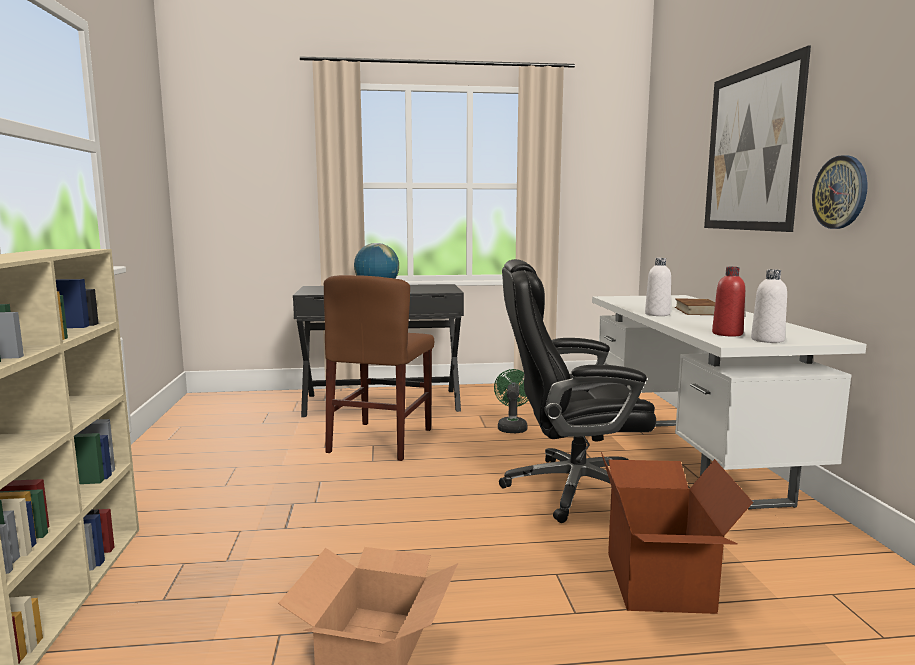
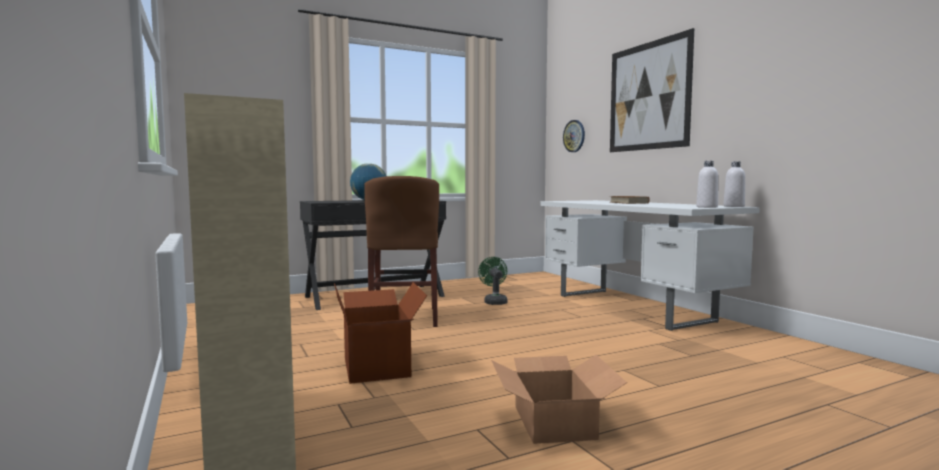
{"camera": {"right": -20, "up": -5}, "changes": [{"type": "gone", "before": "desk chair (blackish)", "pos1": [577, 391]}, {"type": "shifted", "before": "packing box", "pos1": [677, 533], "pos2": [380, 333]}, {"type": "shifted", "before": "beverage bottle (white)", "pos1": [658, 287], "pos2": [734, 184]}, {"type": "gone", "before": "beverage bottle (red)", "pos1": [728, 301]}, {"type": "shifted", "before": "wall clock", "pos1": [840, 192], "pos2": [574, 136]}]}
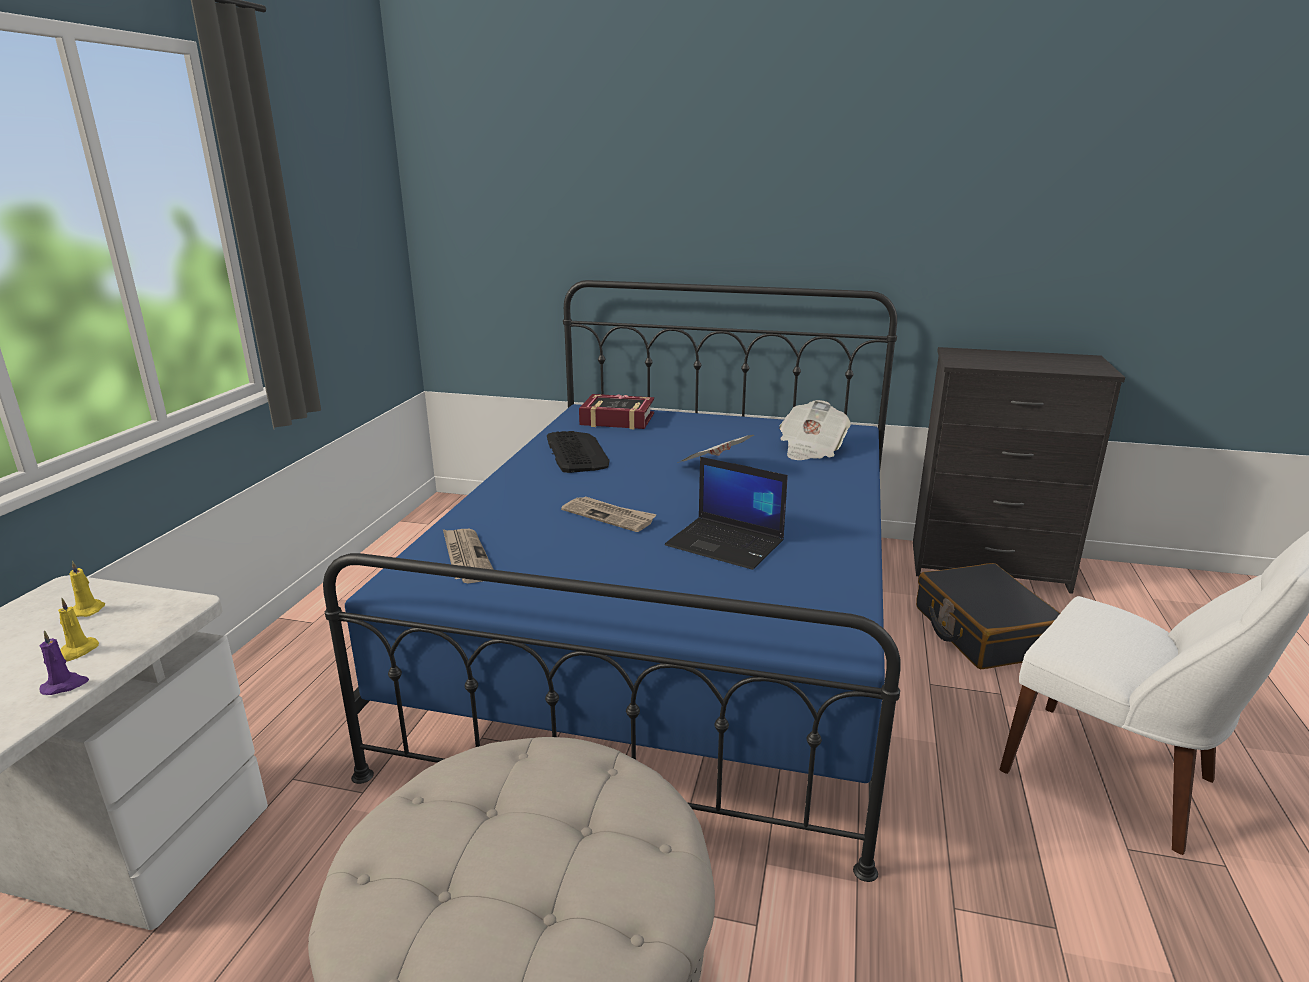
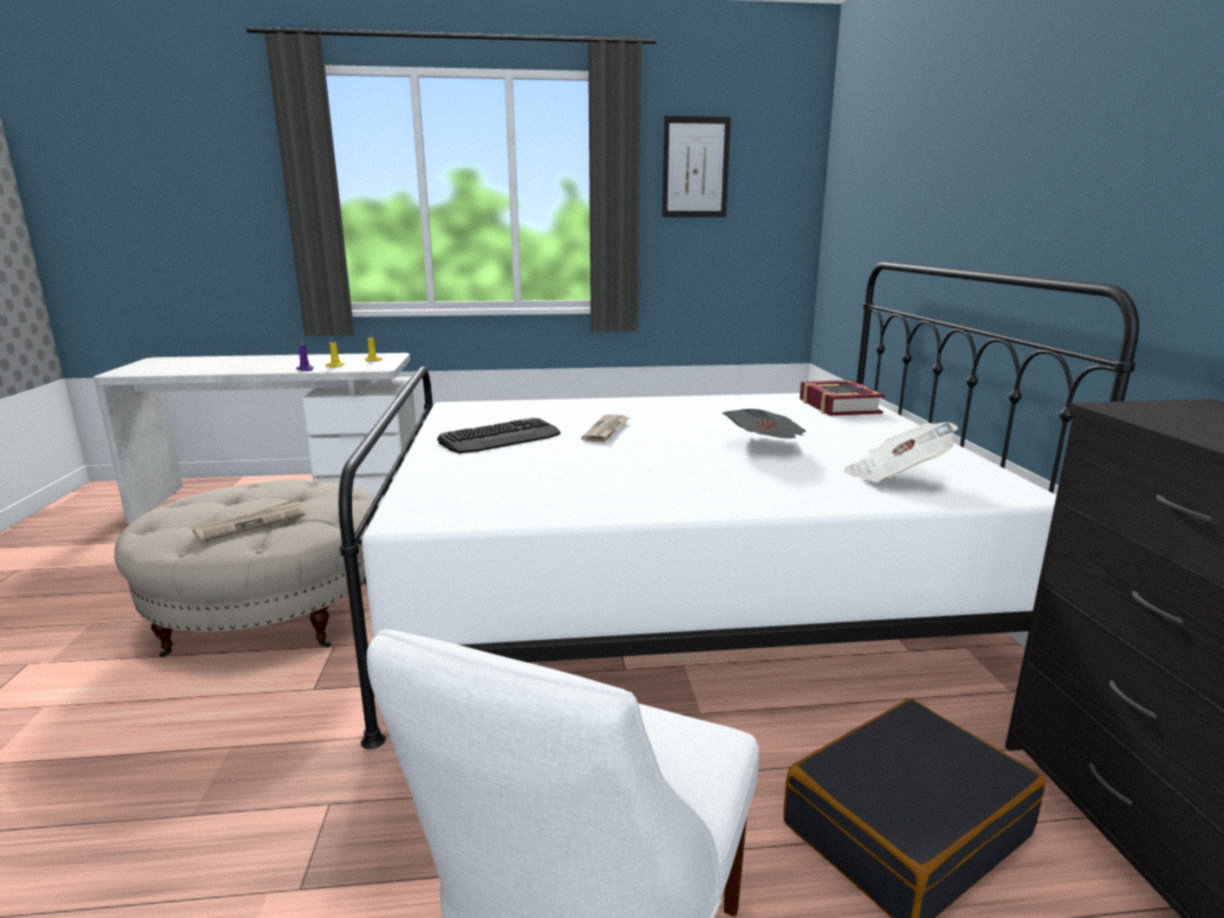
{"camera": {"right": 70, "up": -5}, "changes": [{"type": "repainted", "before": "bed (blue)", "after": "bed (white)", "pos1": [612, 581], "pos2": [739, 505]}, {"type": "shifted", "before": "newspaper", "pos1": [468, 556], "pos2": [248, 520]}, {"type": "shifted", "before": "keyboard", "pos1": [578, 452], "pos2": [499, 435]}, {"type": "gone", "before": "portable computer", "pos1": [726, 513]}, {"type": "new", "after": "picture", "pos2": [696, 166]}]}
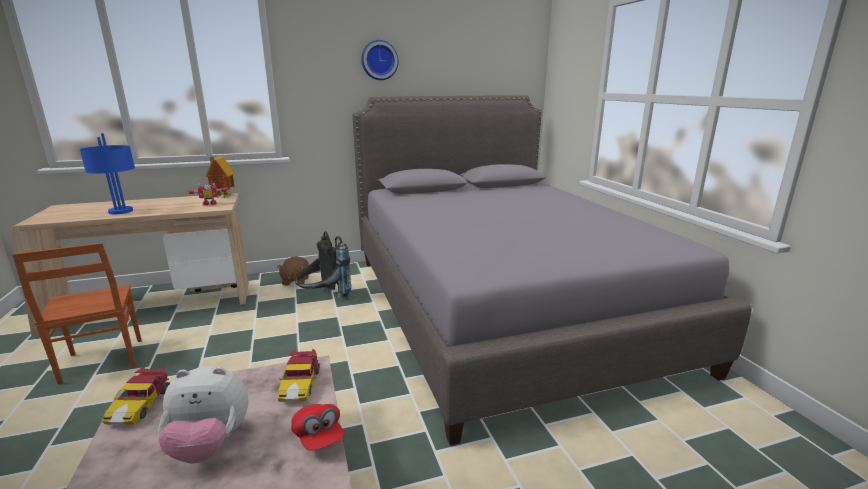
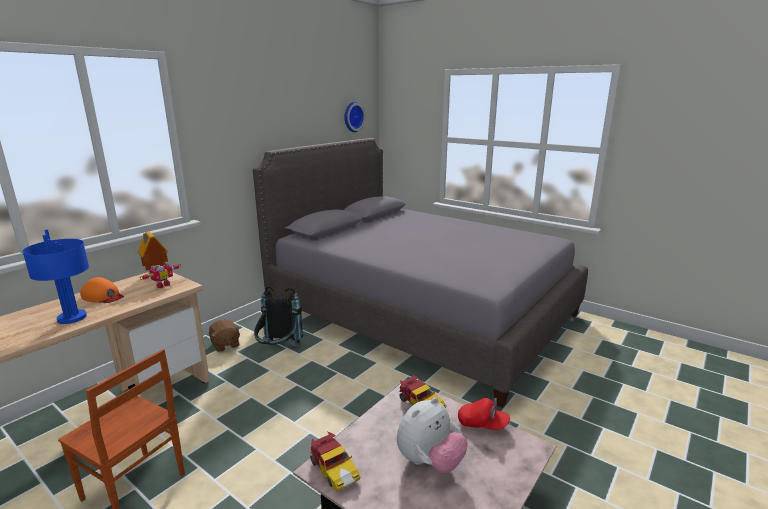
{"camera": {"right": -35, "up": 0}, "changes": [{"type": "shifted", "before": "wall clock", "pos1": [380, 60], "pos2": [354, 117]}, {"type": "new", "after": "baseball cap (orangey)", "pos2": [102, 290]}]}
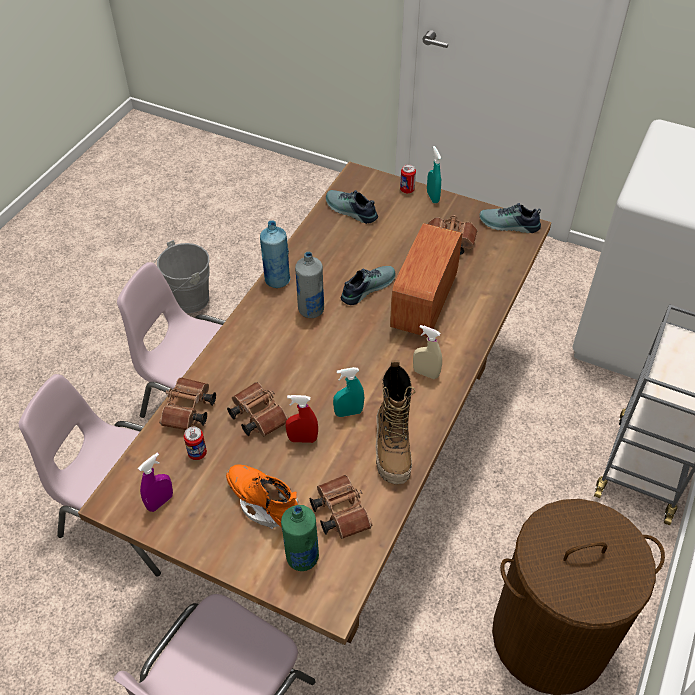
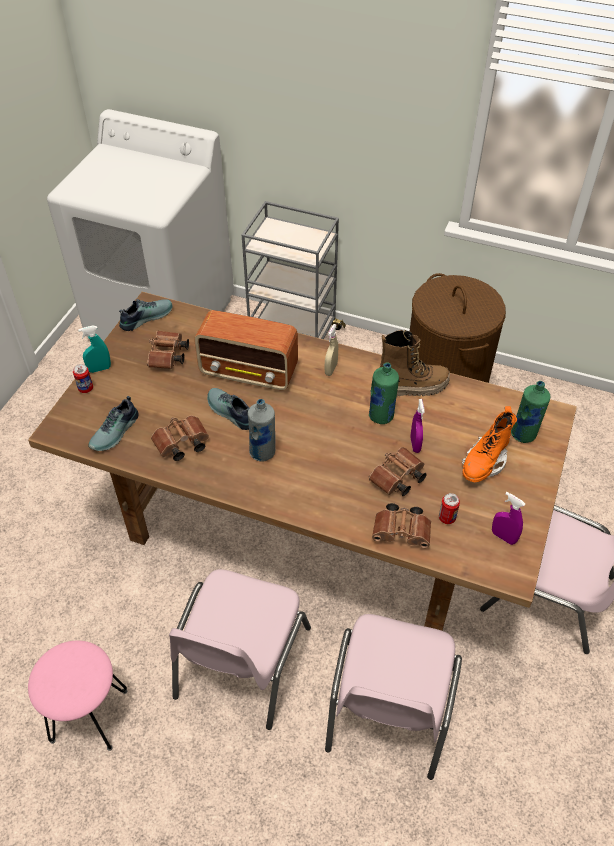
{"camera": {"right": -95, "up": 0}, "changes": [{"type": "swapped", "before": "bucket (gray)", "after": "stool (pinkish)", "pos1": [181, 276], "pos2": [77, 695]}, {"type": "gone", "before": "beverage bottle (blue)", "pos1": [275, 254]}, {"type": "repainted", "before": "sprayer (red)", "after": "sprayer (purple-coloured)", "pos1": [302, 419], "pos2": [417, 426]}, {"type": "shifted", "before": "binoculars (brown-coloured)", "pos1": [341, 507], "pos2": [180, 438]}, {"type": "swapped", "before": "sprayer (turquoise)", "after": "beverage bottle (green)", "pos1": [348, 392], "pos2": [384, 393]}, {"type": "rotated", "before": "low shoe", "pos1": [510, 218], "pos2": [146, 315], "turn": -135}]}
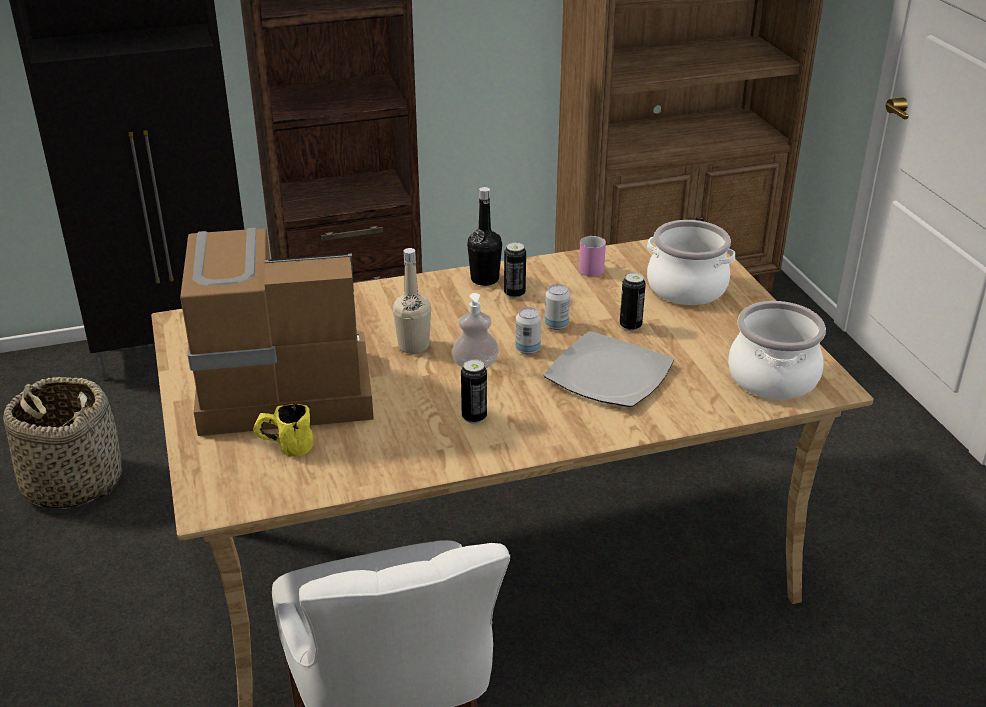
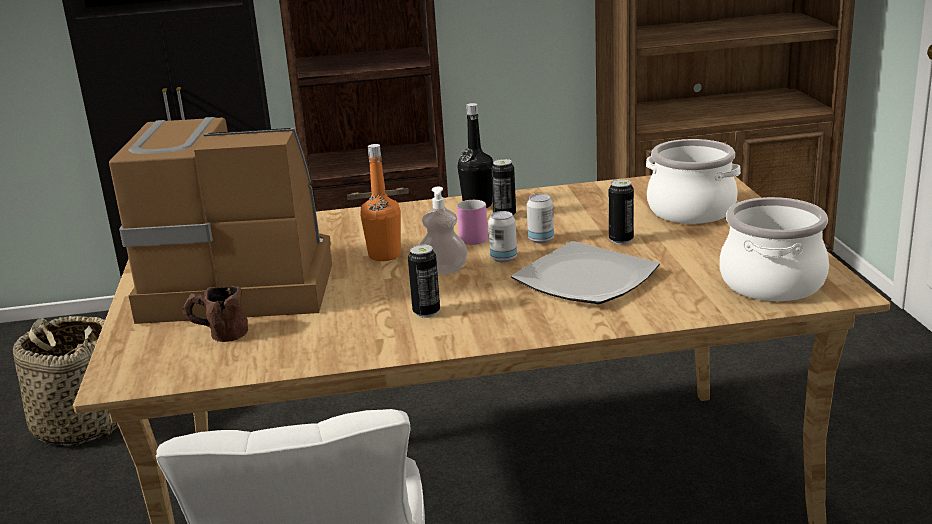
{"camera": {"right": 10, "up": -10}, "changes": [{"type": "repainted", "before": "tea mug (yellowish)", "after": "tea mug (brown-coloured)", "pos1": [283, 430], "pos2": [215, 314]}, {"type": "repainted", "before": "beverage bottle (beige)", "after": "beverage bottle (orangey)", "pos1": [412, 301], "pos2": [380, 202]}, {"type": "shifted", "before": "tea mug (pinkish)", "pos1": [592, 256], "pos2": [472, 222]}]}
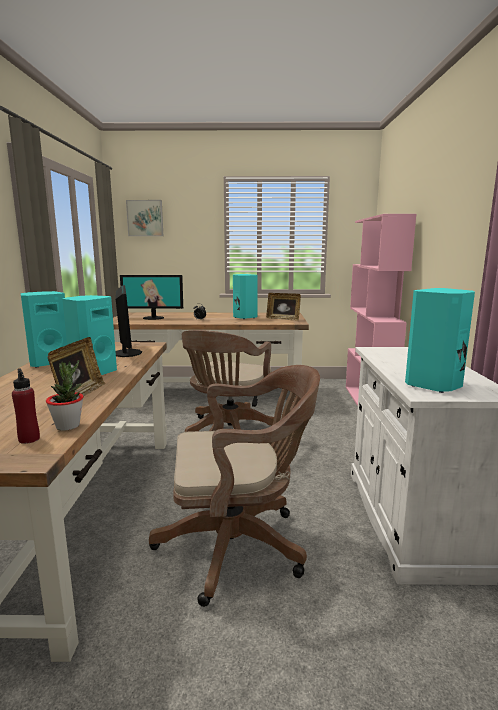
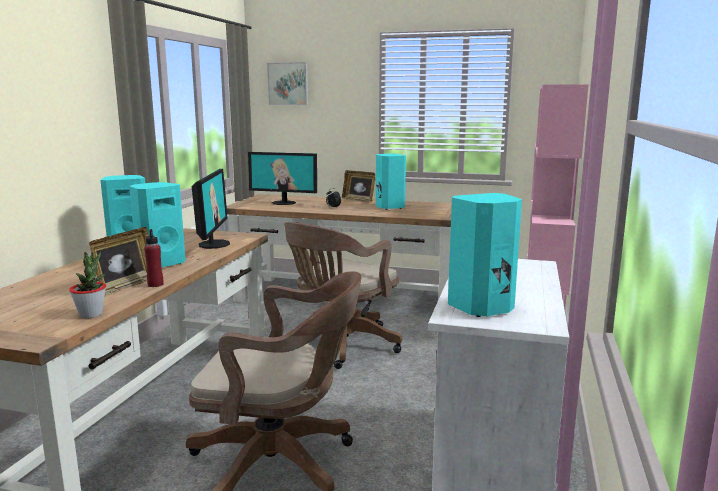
{"camera": {"right": 15, "up": 0}, "changes": [{"type": "shifted", "before": "beverage bottle (red)", "pos1": [26, 406], "pos2": [153, 258]}, {"type": "shifted", "before": "photo frame", "pos1": [283, 306], "pos2": [358, 186]}]}
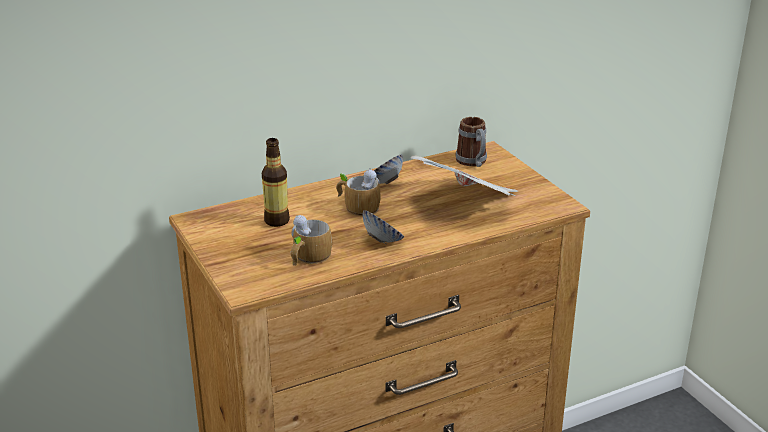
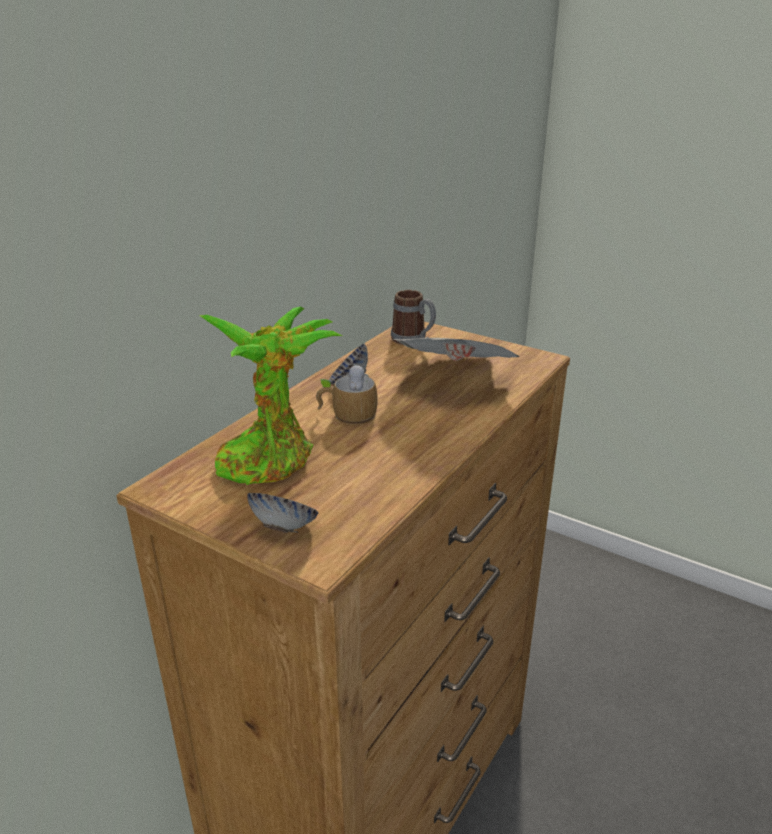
{"camera": {"right": -30, "up": 0}, "changes": [{"type": "swapped", "before": "beverage bottle", "after": "plant in a pot", "pos1": [276, 182], "pos2": [270, 395]}, {"type": "gone", "before": "tea mug", "pos1": [311, 240]}, {"type": "shifted", "before": "serving bowl", "pos1": [383, 227], "pos2": [283, 513]}]}
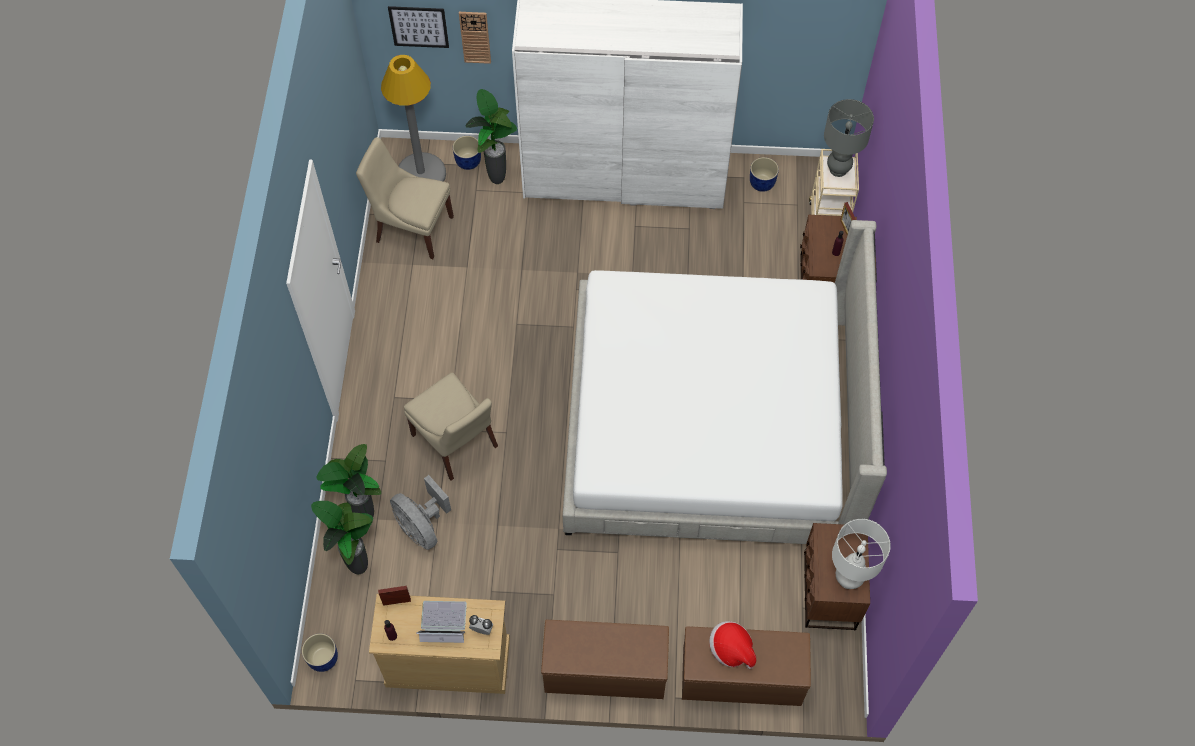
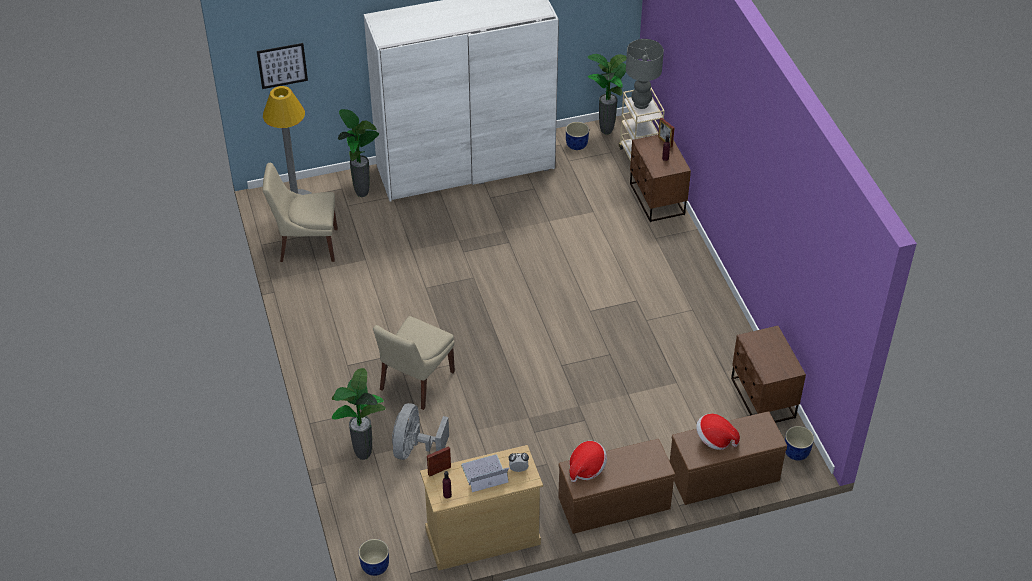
{"camera": {"right": -20, "up": -15}, "changes": [{"type": "shifted", "before": "plant in a pot", "pos1": [342, 537], "pos2": [607, 94]}, {"type": "rotated", "before": "electric fan (gray)", "pos1": [420, 512], "pos2": [420, 431], "turn": 75}, {"type": "rotated", "before": "upright chair (beige)", "pos1": [451, 426], "pos2": [414, 363], "turn": 90}, {"type": "shifted", "before": "flower pot (blue)", "pos1": [467, 153], "pos2": [799, 443]}, {"type": "gone", "before": "wall clock", "pos1": [475, 38]}, {"type": "gone", "before": "bed", "pos1": [725, 382]}, {"type": "gone", "before": "tabletop lamp (white)", "pos1": [861, 554]}, {"type": "new", "after": "clothing hat", "pos2": [588, 461]}]}
